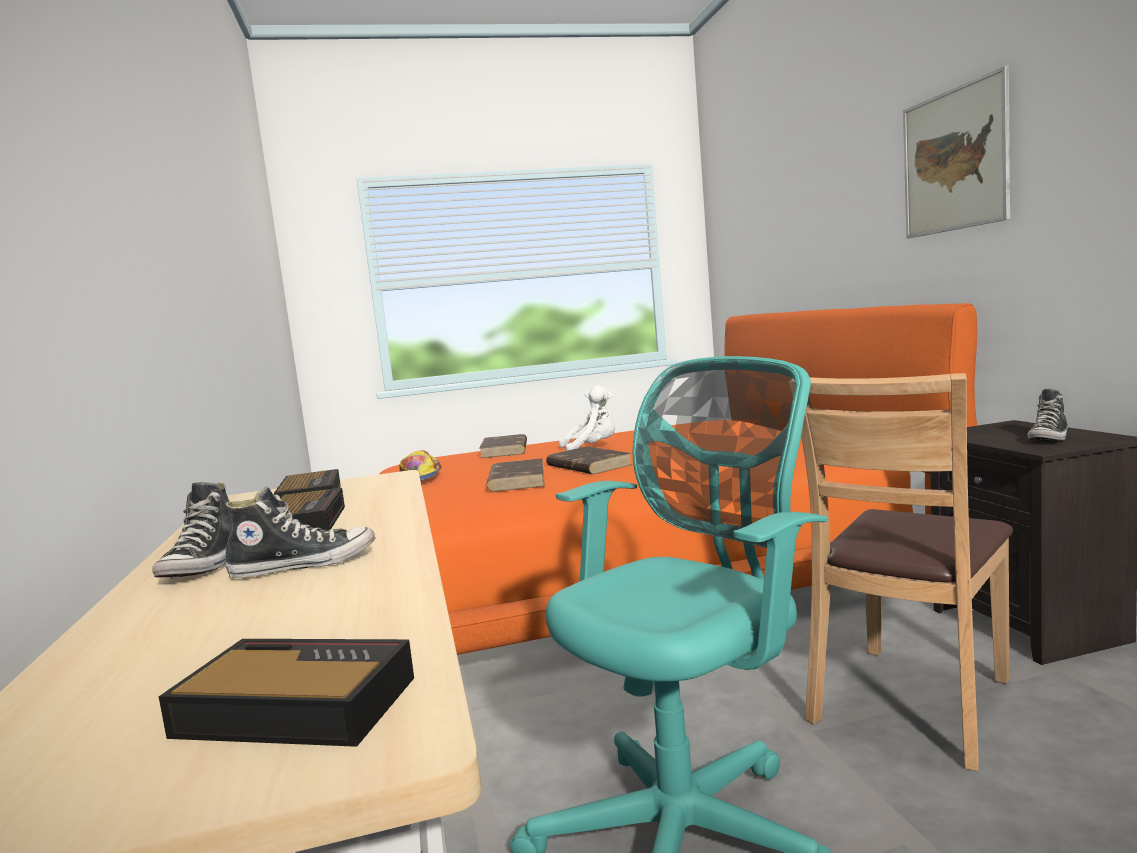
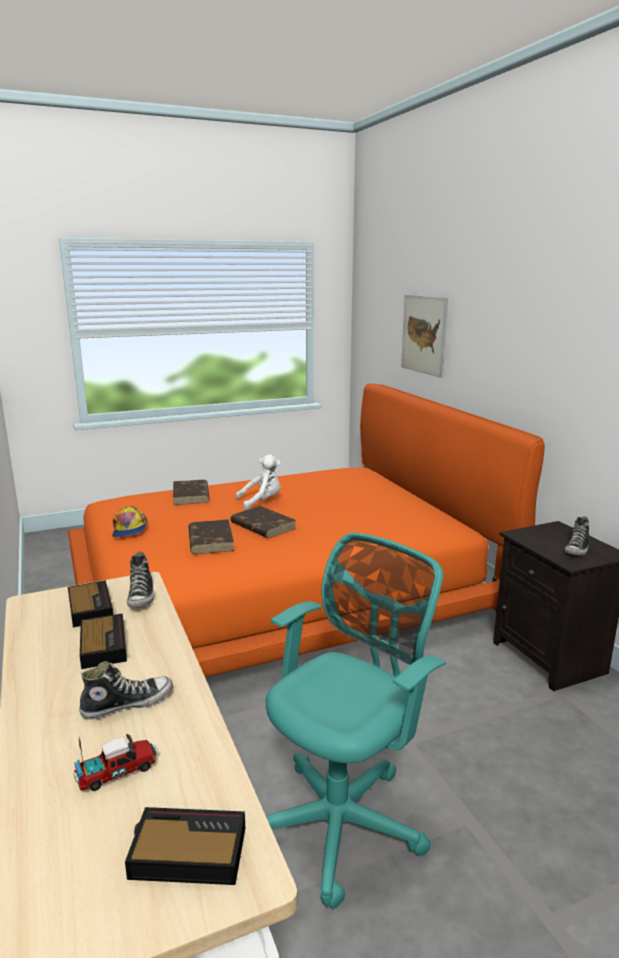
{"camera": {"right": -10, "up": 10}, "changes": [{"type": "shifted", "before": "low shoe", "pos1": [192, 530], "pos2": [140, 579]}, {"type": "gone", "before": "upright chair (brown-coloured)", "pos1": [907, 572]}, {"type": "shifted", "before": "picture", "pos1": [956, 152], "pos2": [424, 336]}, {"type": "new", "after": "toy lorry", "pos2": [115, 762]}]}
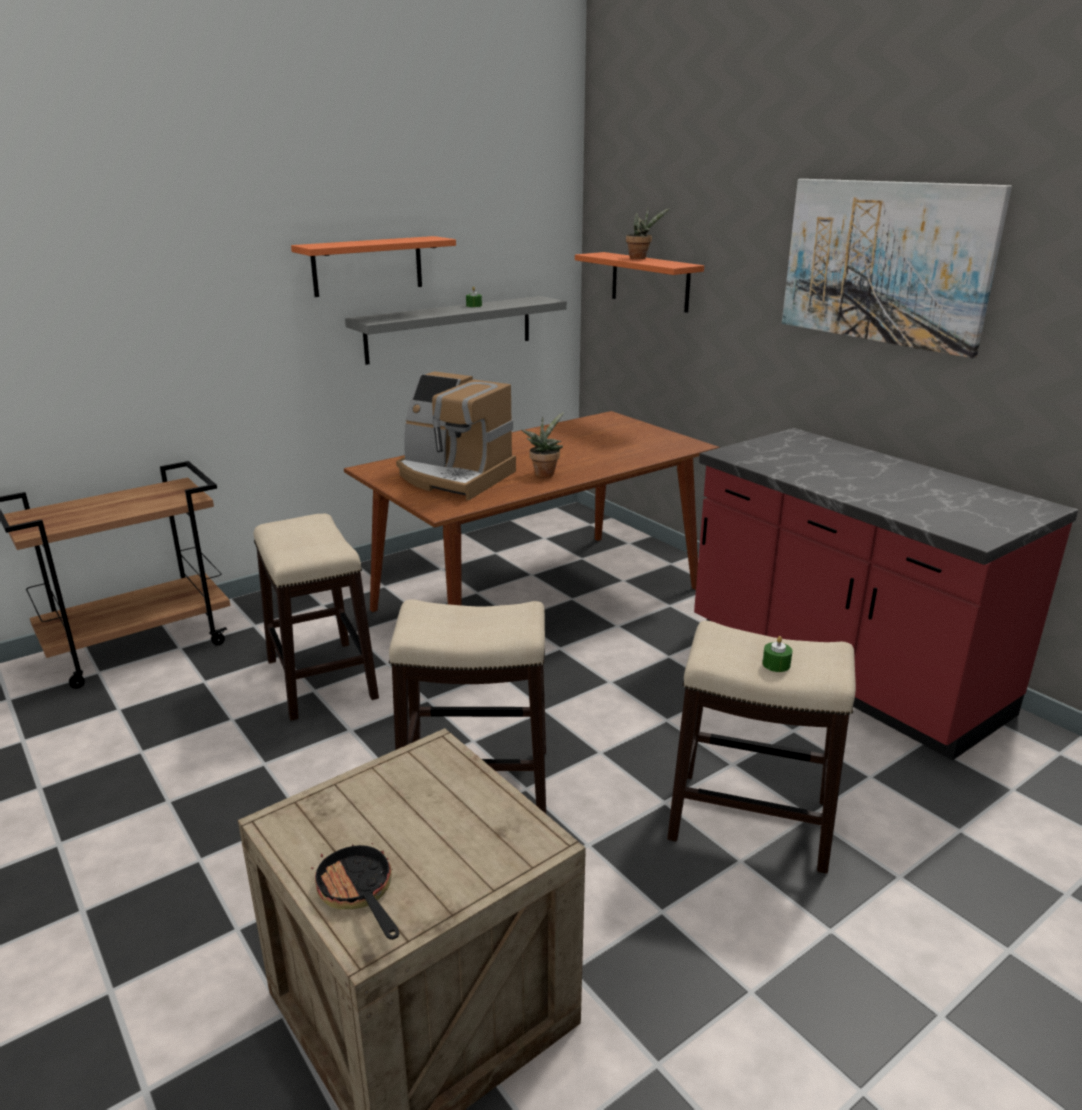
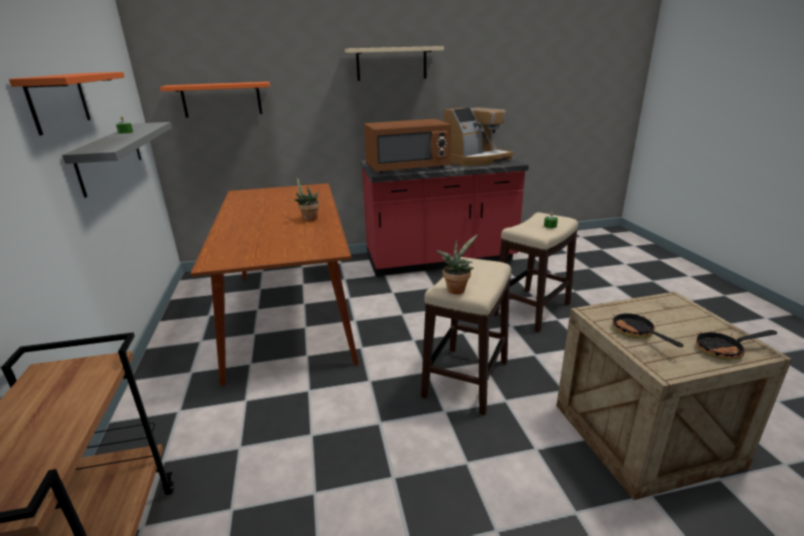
{"camera": {"right": -65, "up": 0}, "changes": [{"type": "gone", "before": "stool", "pos1": [316, 617]}, {"type": "shifted", "before": "coffee brewer", "pos1": [456, 435], "pos2": [479, 136]}, {"type": "shifted", "before": "plant in a pot", "pos1": [648, 233], "pos2": [456, 264]}, {"type": "swapped", "before": "picture", "after": "shelf (beige)", "pos1": [897, 268], "pos2": [394, 63]}, {"type": "new", "after": "microwave oven (brown-coloured)", "pos2": [407, 146]}, {"type": "new", "after": "frying pan", "pos2": [648, 330]}]}
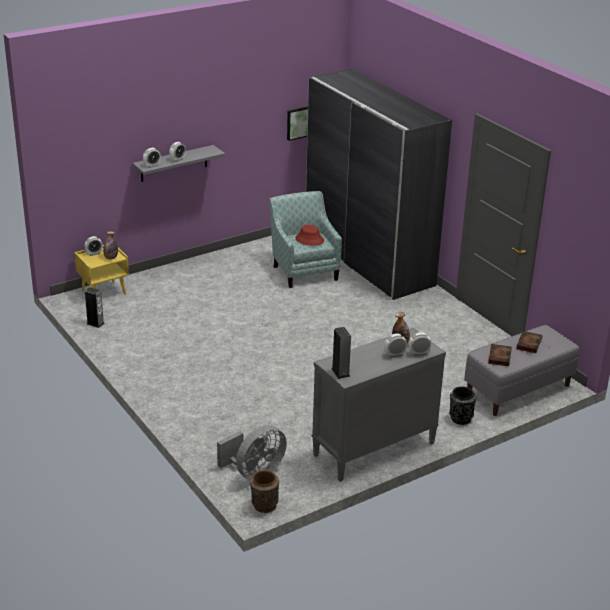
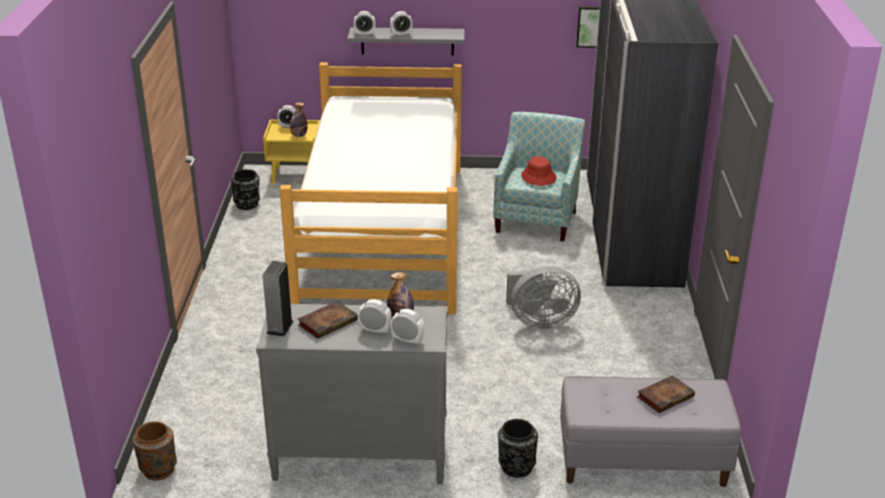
{"camera": {"right": 35, "up": 0}, "changes": [{"type": "swapped", "before": "speaker", "after": "flower vase (blackish)", "pos1": [95, 307], "pos2": [245, 189]}, {"type": "shifted", "before": "electric fan (gray)", "pos1": [252, 452], "pos2": [543, 297]}, {"type": "shifted", "before": "bound book", "pos1": [500, 355], "pos2": [328, 320]}, {"type": "new", "after": "bed", "pos2": [371, 188]}]}
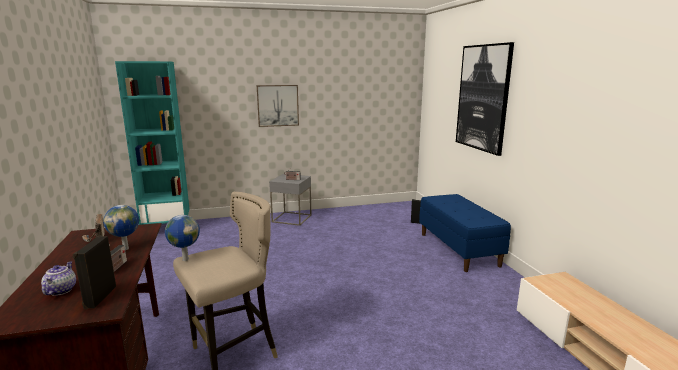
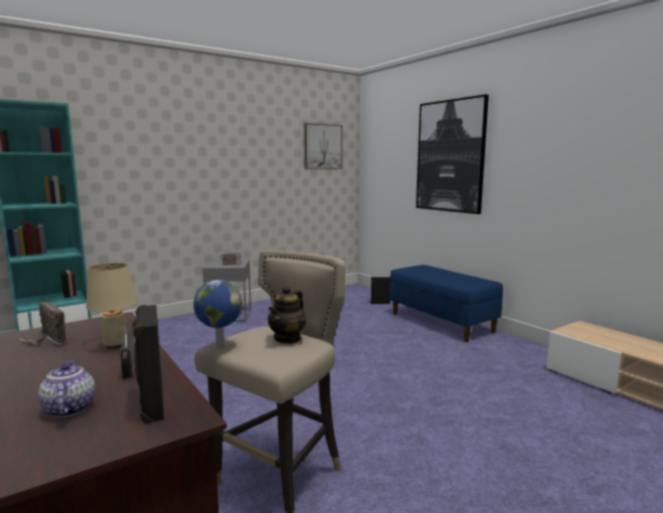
{"camera": {"right": -20, "up": -5}, "changes": [{"type": "swapped", "before": "globe", "after": "tabletop lamp (beige)", "pos1": [121, 227], "pos2": [111, 305]}, {"type": "shifted", "before": "picture", "pos1": [278, 106], "pos2": [323, 146]}, {"type": "new", "after": "tea pot", "pos2": [287, 314]}]}
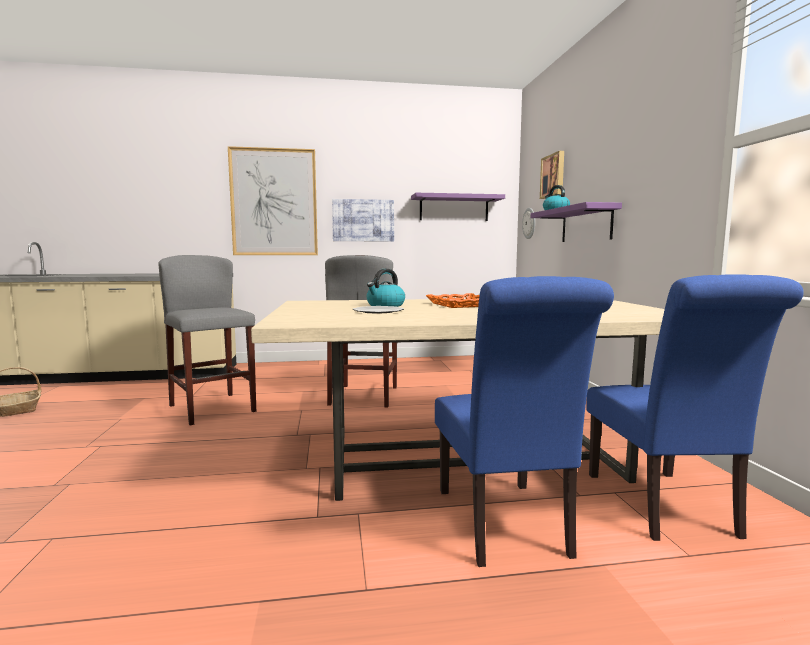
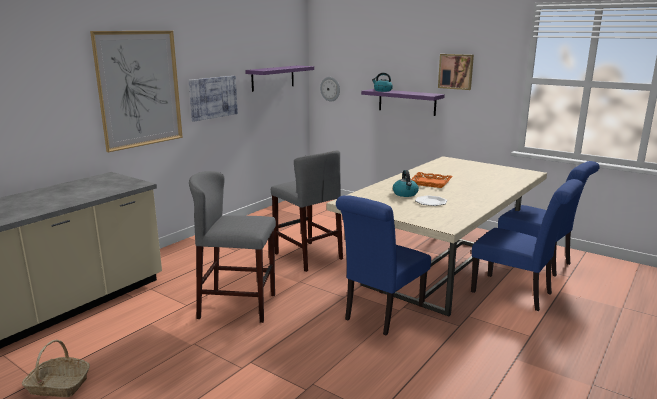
{"camera": {"right": -45, "up": 10}, "changes": [{"type": "shifted", "before": "picture", "pos1": [552, 175], "pos2": [456, 72]}, {"type": "new", "after": "upright chair (blue)", "pos2": [383, 265]}]}
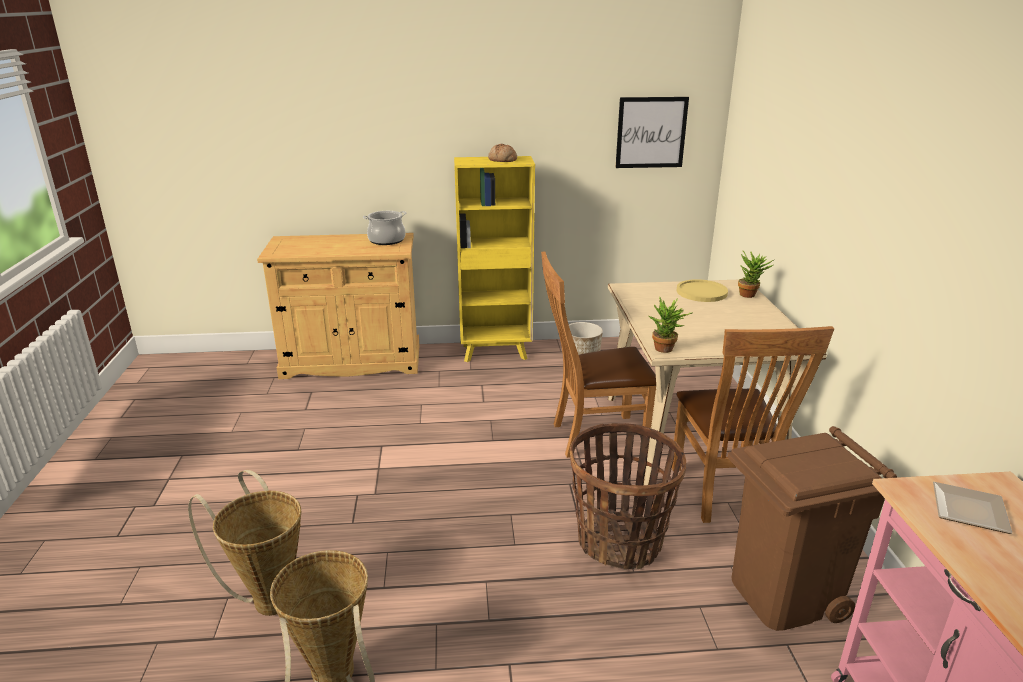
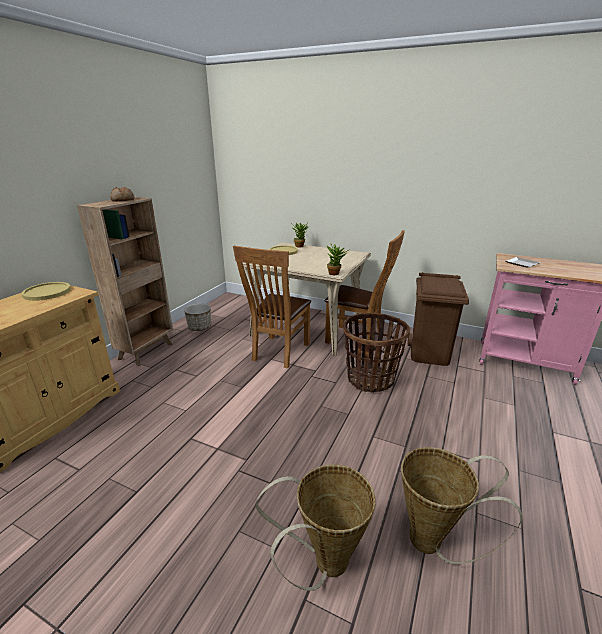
{"camera": {"right": -60, "up": 0}, "changes": [{"type": "swapped", "before": "saucepot", "after": "flat dish (yellowish)", "pos1": [385, 228], "pos2": [46, 291]}, {"type": "repainted", "before": "bookcase (yellowish)", "after": "bookcase (brown-coloured)", "pos1": [494, 259], "pos2": [125, 281]}, {"type": "gone", "before": "picture", "pos1": [652, 132]}]}
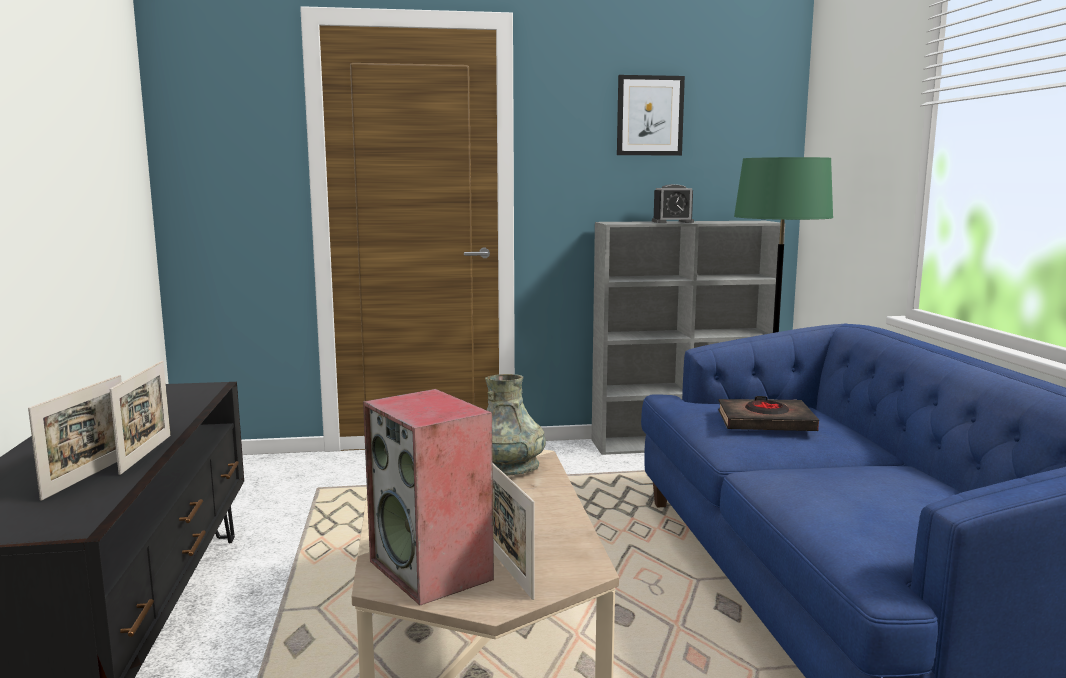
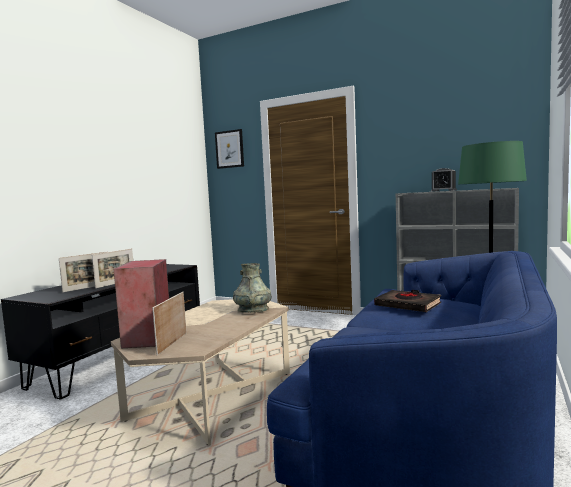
{"camera": {"right": 35, "up": -5}, "changes": [{"type": "shifted", "before": "picture", "pos1": [651, 115], "pos2": [229, 149]}]}
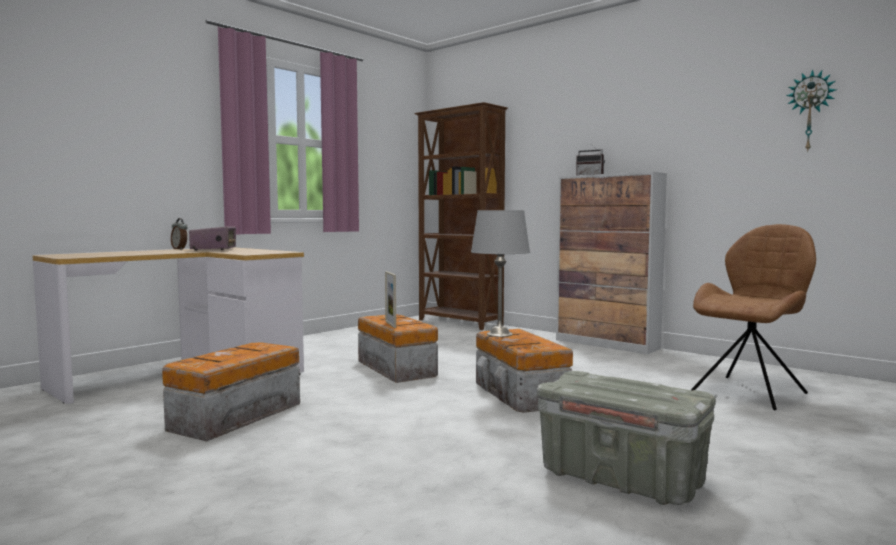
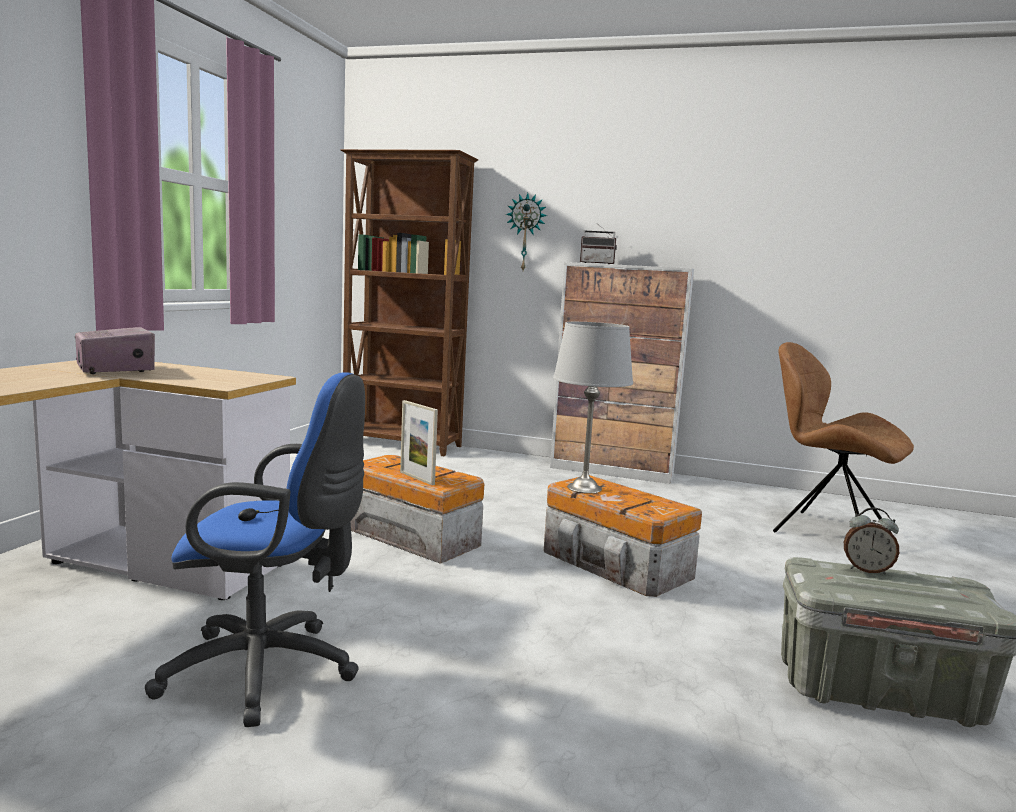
{"camera": {"right": -25, "up": 5}, "changes": [{"type": "swapped", "before": "storage container", "after": "desk chair (blue)", "pos1": [231, 391], "pos2": [255, 549]}, {"type": "shifted", "before": "alarm clock", "pos1": [179, 234], "pos2": [871, 541]}, {"type": "rotated", "before": "upright chair (brown-coloured)", "pos1": [753, 317], "pos2": [843, 437], "turn": -75}, {"type": "shifted", "before": "wall clock", "pos1": [811, 110], "pos2": [526, 231]}]}
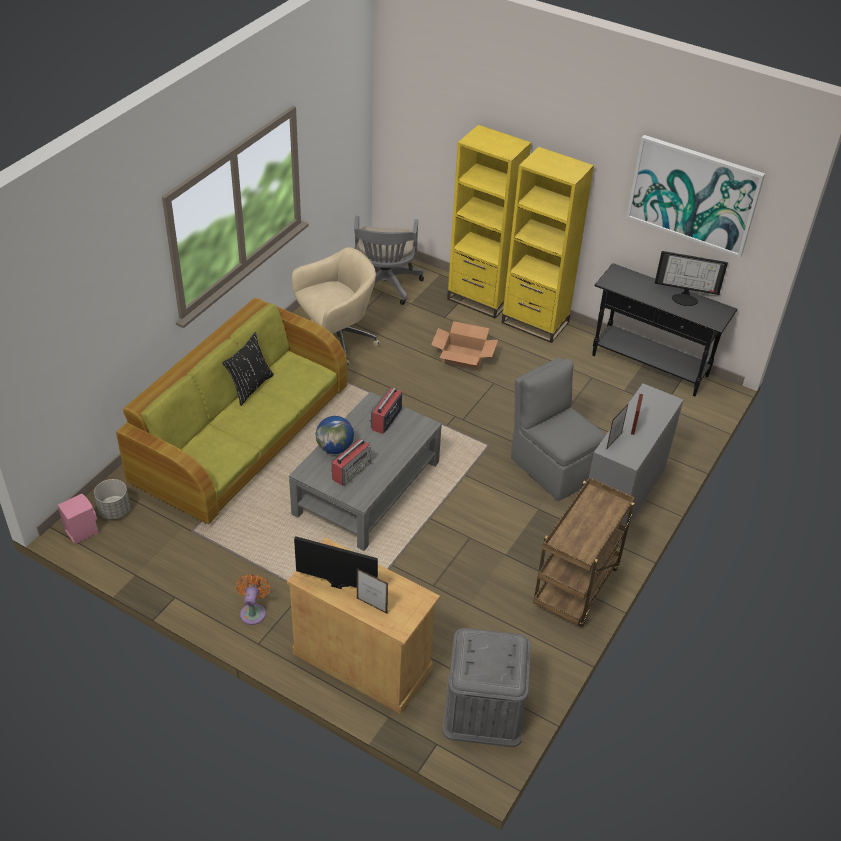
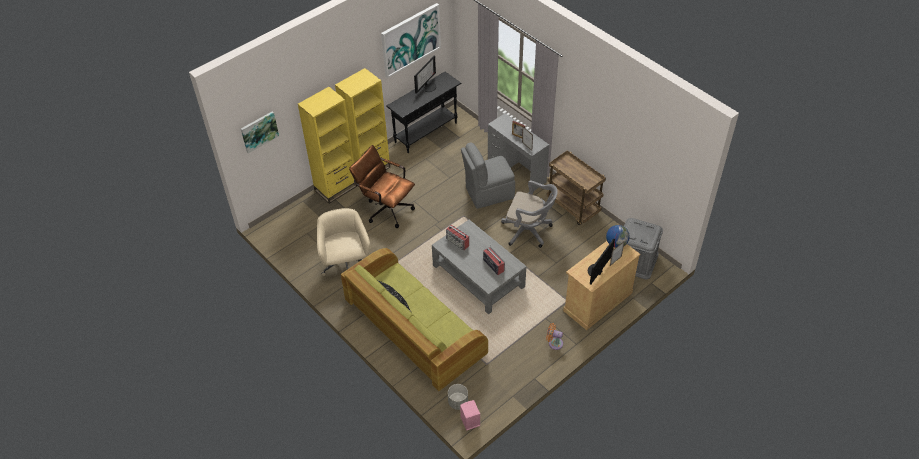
{"camera": {"right": -70, "up": 5}, "changes": [{"type": "shifted", "before": "globe", "pos1": [335, 435], "pos2": [618, 236]}, {"type": "shifted", "before": "desk chair (gray)", "pos1": [389, 260], "pos2": [529, 214]}, {"type": "swapped", "before": "packing box", "after": "desk chair (brown-coloured)", "pos1": [464, 345], "pos2": [382, 186]}, {"type": "new", "after": "picture", "pos2": [260, 132]}]}
